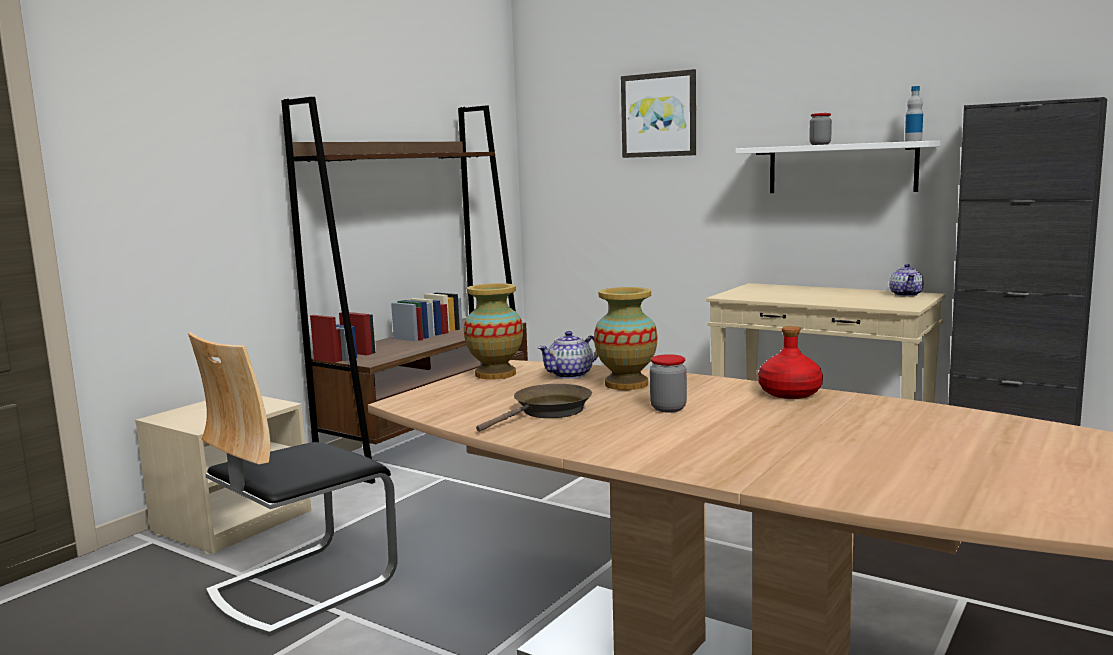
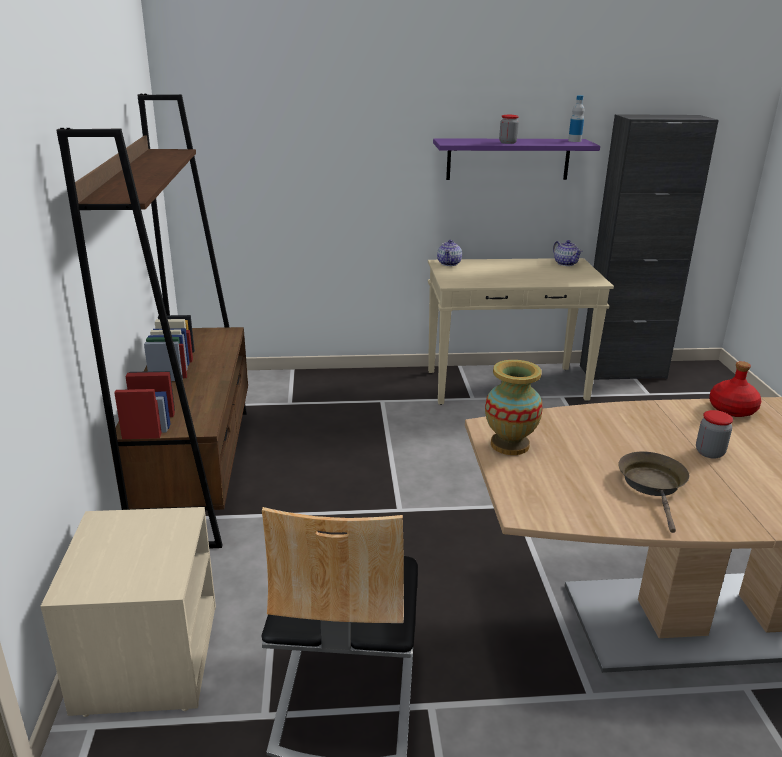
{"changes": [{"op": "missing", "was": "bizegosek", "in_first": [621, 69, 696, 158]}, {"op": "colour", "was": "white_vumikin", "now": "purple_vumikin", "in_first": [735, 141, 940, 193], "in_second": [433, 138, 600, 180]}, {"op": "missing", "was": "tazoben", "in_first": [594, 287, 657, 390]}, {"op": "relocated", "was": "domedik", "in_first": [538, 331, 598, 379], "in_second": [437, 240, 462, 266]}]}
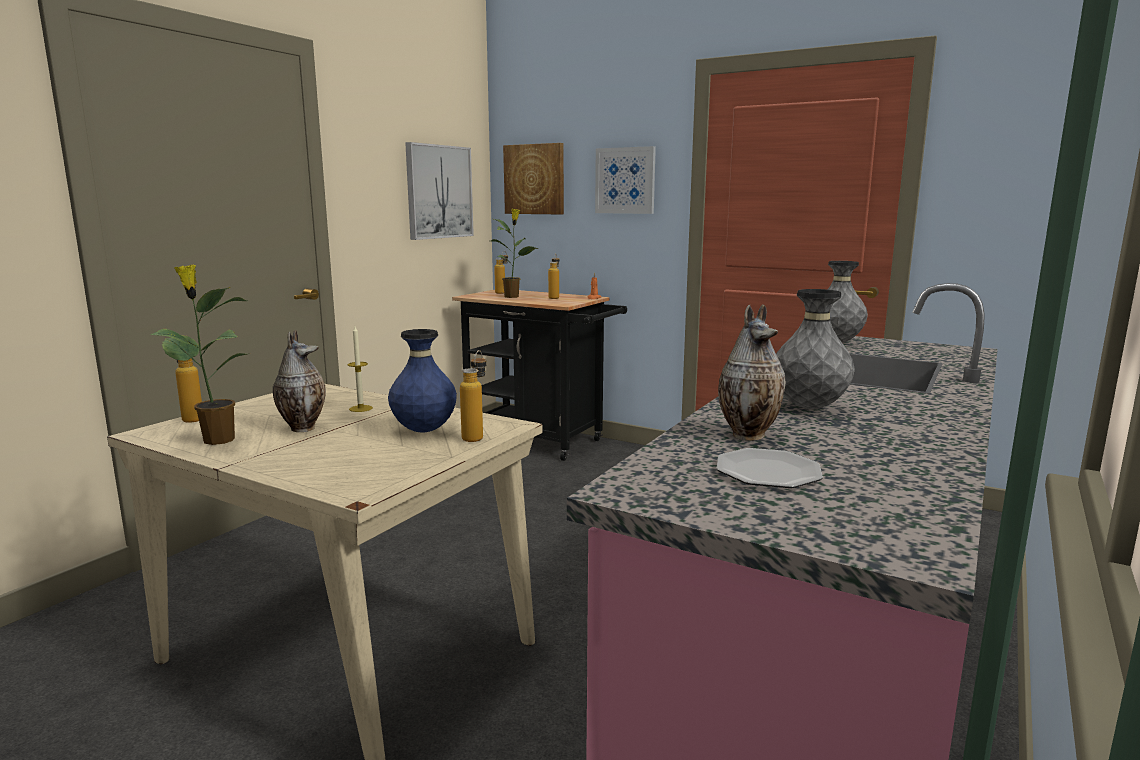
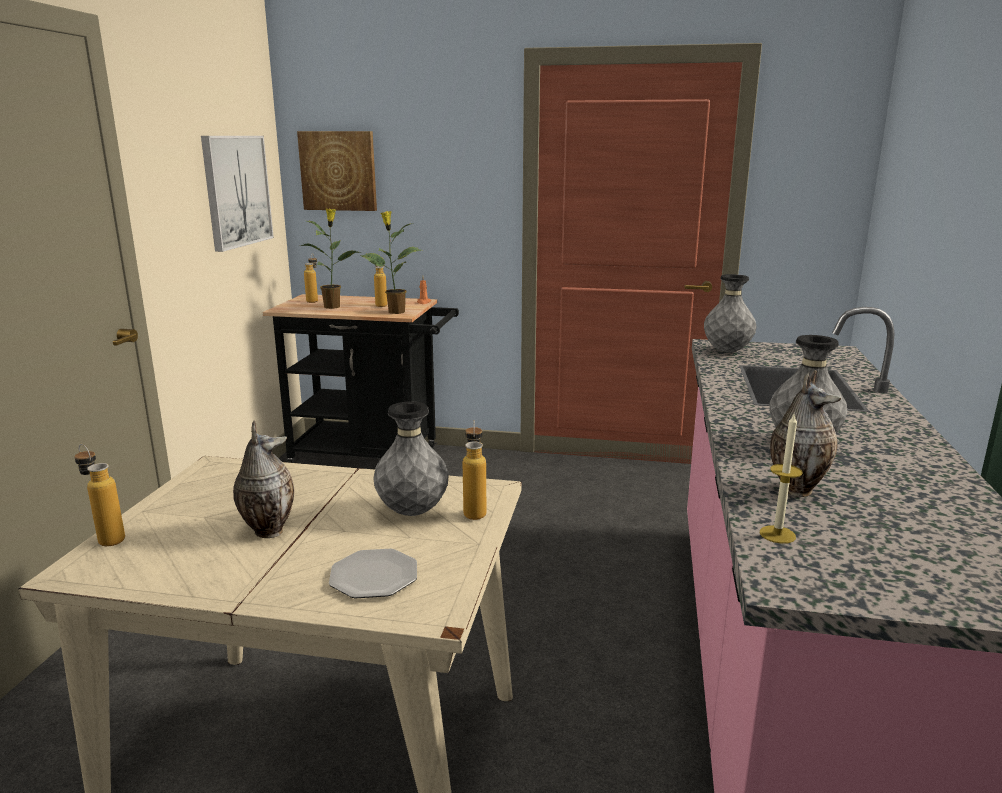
{"changes": [{"op": "missing", "was": "bizegosek", "in_first": [595, 146, 656, 214]}, {"op": "relocated", "was": "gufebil", "in_first": [150, 265, 247, 445], "in_second": [360, 211, 421, 314]}, {"op": "relocated", "was": "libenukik", "in_first": [347, 326, 373, 412], "in_second": [760, 414, 802, 544]}, {"op": "colour", "was": "blue_tazoben", "now": "grey_tazoben", "in_first": [388, 329, 457, 432], "in_second": [373, 401, 448, 516]}, {"op": "relocated", "was": "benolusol", "in_first": [717, 448, 823, 488], "in_second": [329, 549, 417, 598]}]}
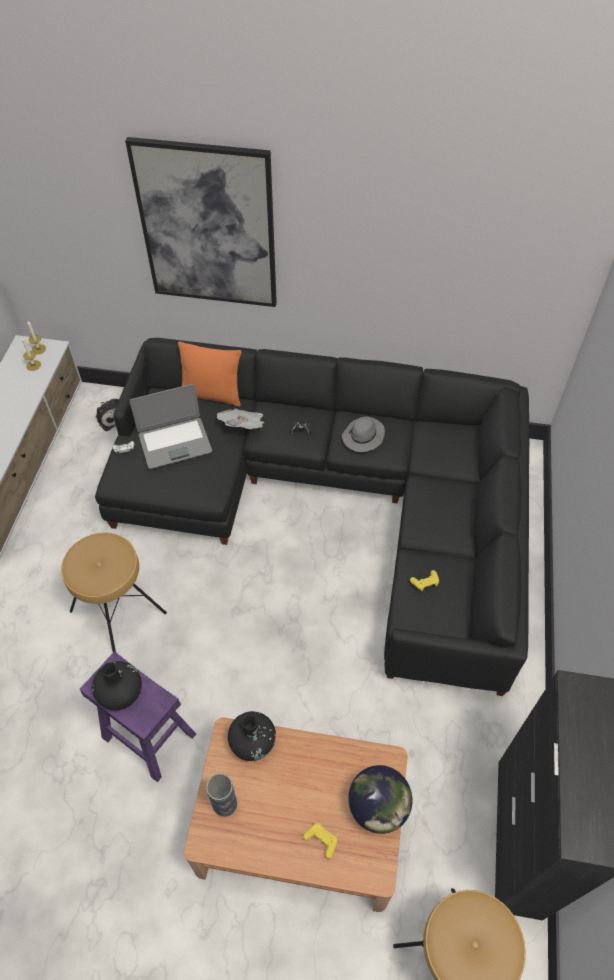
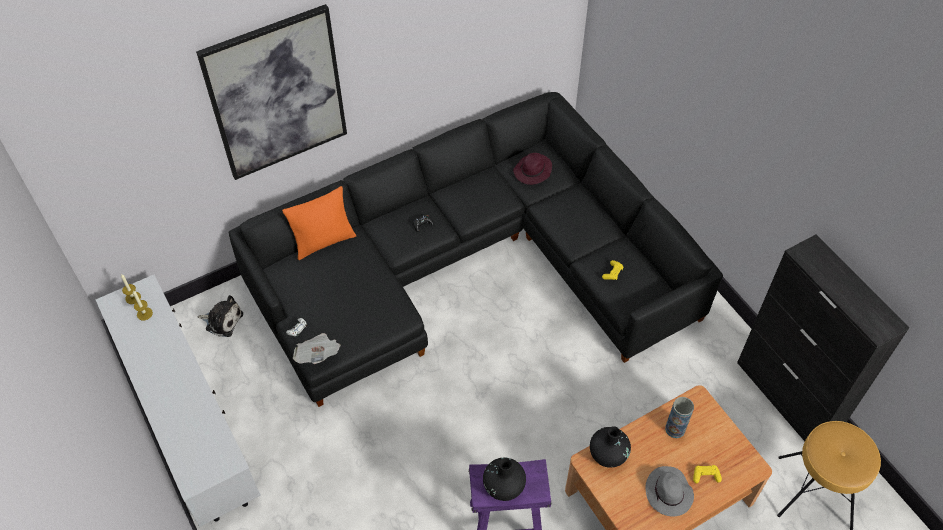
{"changes": [{"op": "missing", "was": "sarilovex", "in_first": [130, 384, 212, 469]}, {"op": "relocated", "was": "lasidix", "in_first": [217, 408, 264, 429], "in_second": [293, 333, 341, 364]}, {"op": "relocated", "was": "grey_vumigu", "in_first": [342, 417, 385, 452], "in_second": [645, 466, 694, 517]}, {"op": "missing", "was": "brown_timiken", "in_first": [61, 532, 167, 652]}, {"op": "missing", "was": "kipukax", "in_first": [348, 765, 412, 834]}, {"op": "relocated", "was": "tazoben", "in_first": [206, 773, 237, 817], "in_second": [665, 397, 694, 438]}, {"op": "appeared", "now": "purple_vumigu", "in_second": [513, 153, 552, 185]}]}
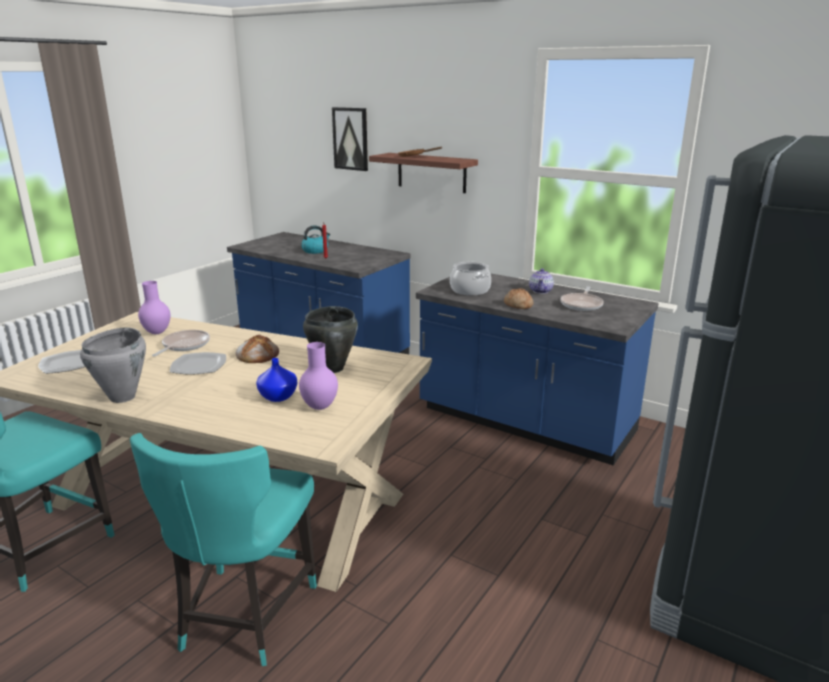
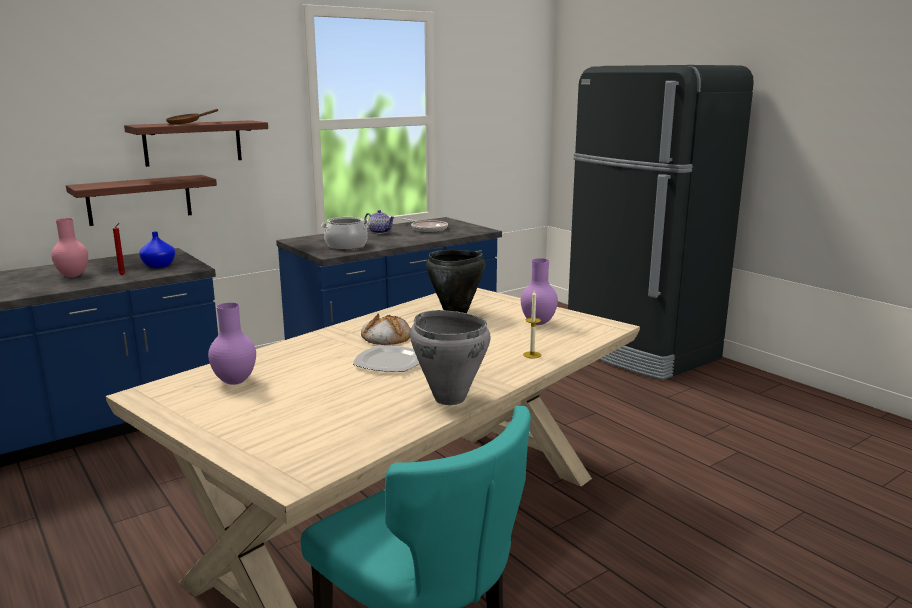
{"changes": [{"op": "missing", "was": "bizegosek", "in_first": [332, 107, 368, 171]}, {"op": "exchanged", "was": "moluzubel", "now": "pink_tazoben", "in_first": [301, 225, 330, 254], "in_second": [51, 218, 88, 277]}, {"op": "missing", "was": "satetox", "in_first": [504, 288, 533, 309]}, {"op": "missing", "was": "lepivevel", "in_first": [152, 330, 210, 356]}, {"op": "missing", "was": "benolusol", "in_first": [38, 350, 85, 374]}, {"op": "relocated", "was": "blue_tazoben", "in_first": [256, 358, 297, 402], "in_second": [139, 232, 175, 268]}, {"op": "missing", "was": "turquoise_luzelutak", "in_first": [130, 433, 317, 666]}, {"op": "appeared", "now": "vumikin", "in_second": [66, 175, 217, 226]}, {"op": "appeared", "now": "libenukik", "in_second": [523, 291, 541, 359]}]}
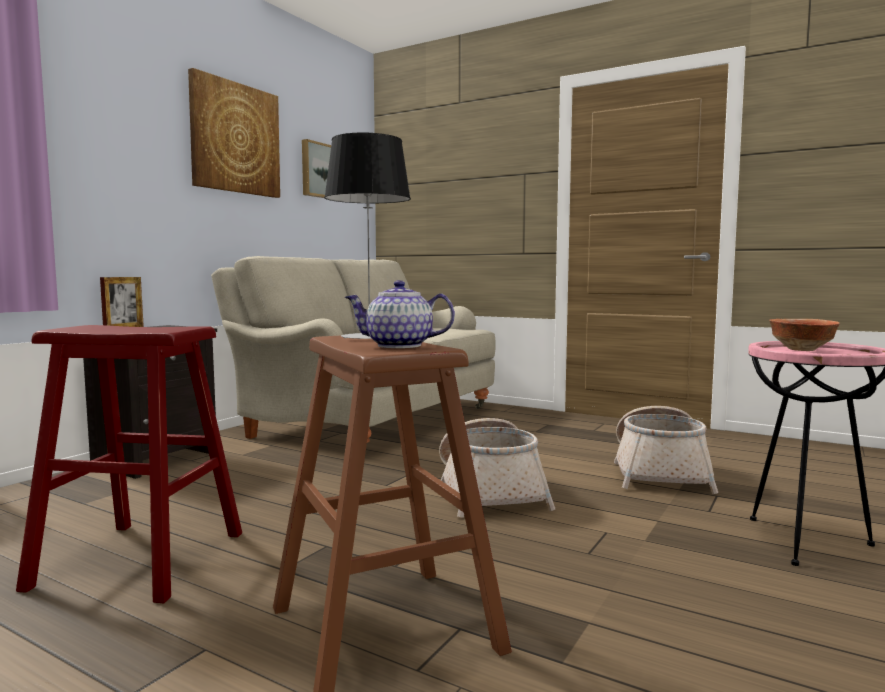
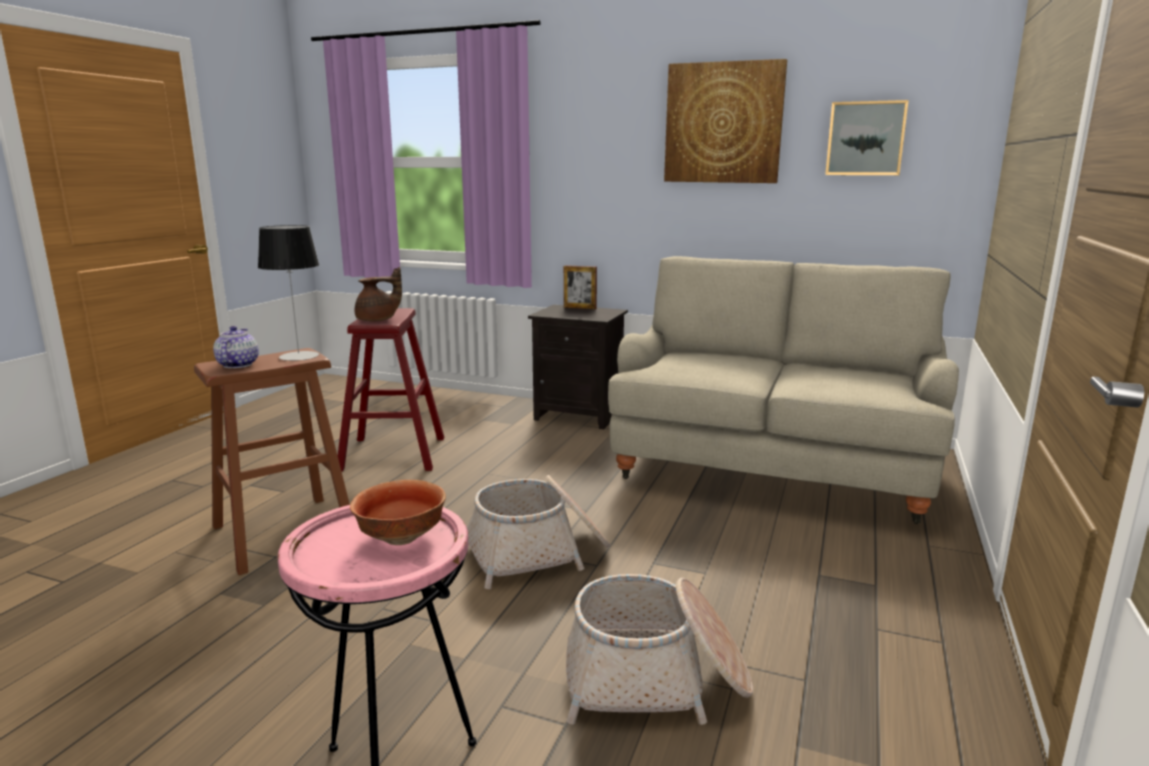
{"changes": [{"op": "appeared", "now": "brown_domedik", "in_second": [355, 267, 402, 321]}]}
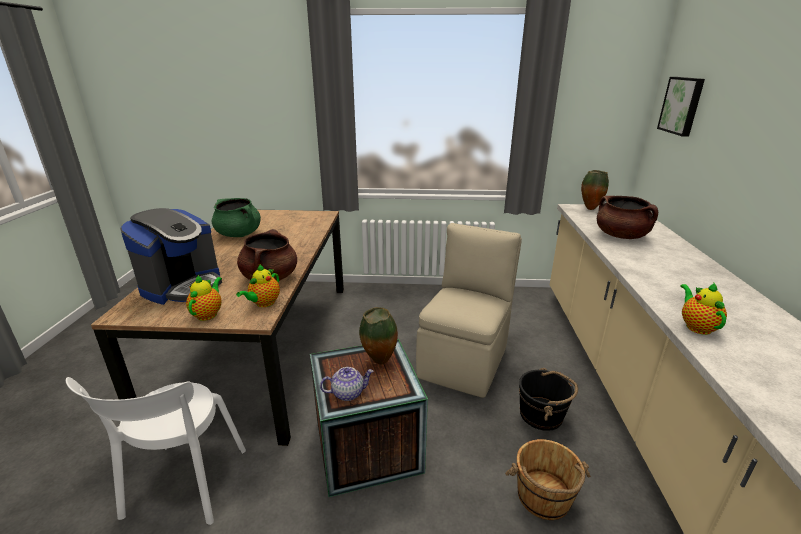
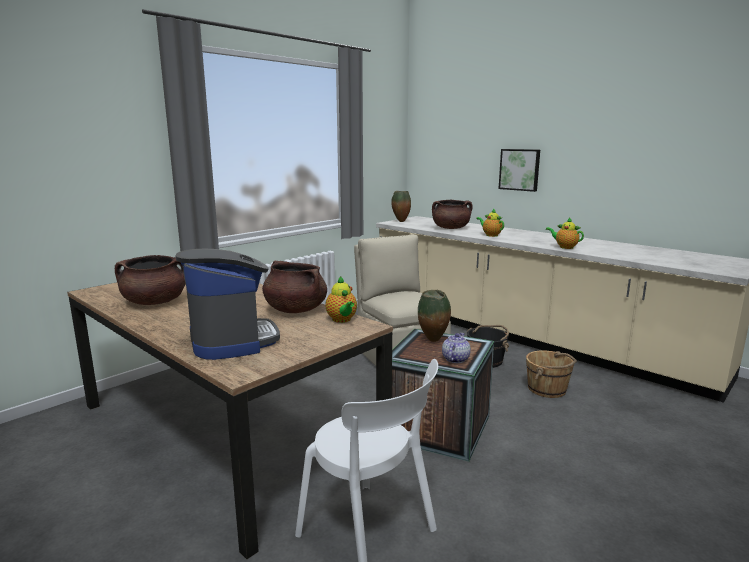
{"changes": [{"op": "relocated", "was": "bizegosek", "in_first": [657, 77, 705, 137], "in_second": [499, 149, 540, 192]}, {"op": "colour", "was": "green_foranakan", "now": "brown_foranakan", "in_first": [211, 198, 261, 237], "in_second": [115, 255, 185, 305]}, {"op": "relocated", "was": "domedik", "in_first": [186, 275, 222, 321], "in_second": [476, 208, 504, 237]}]}
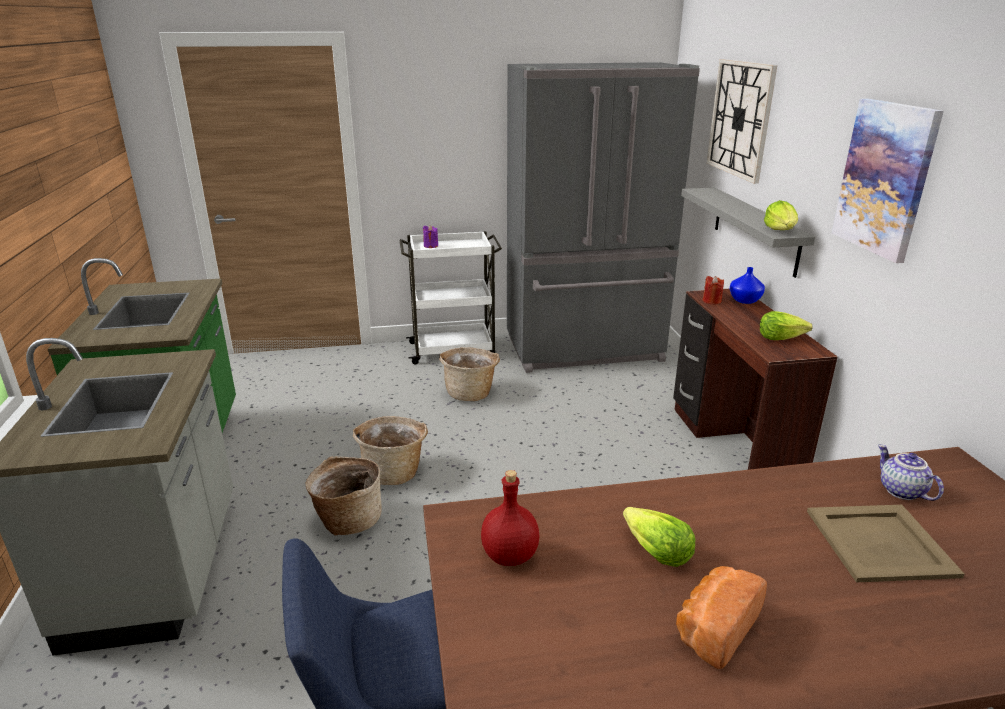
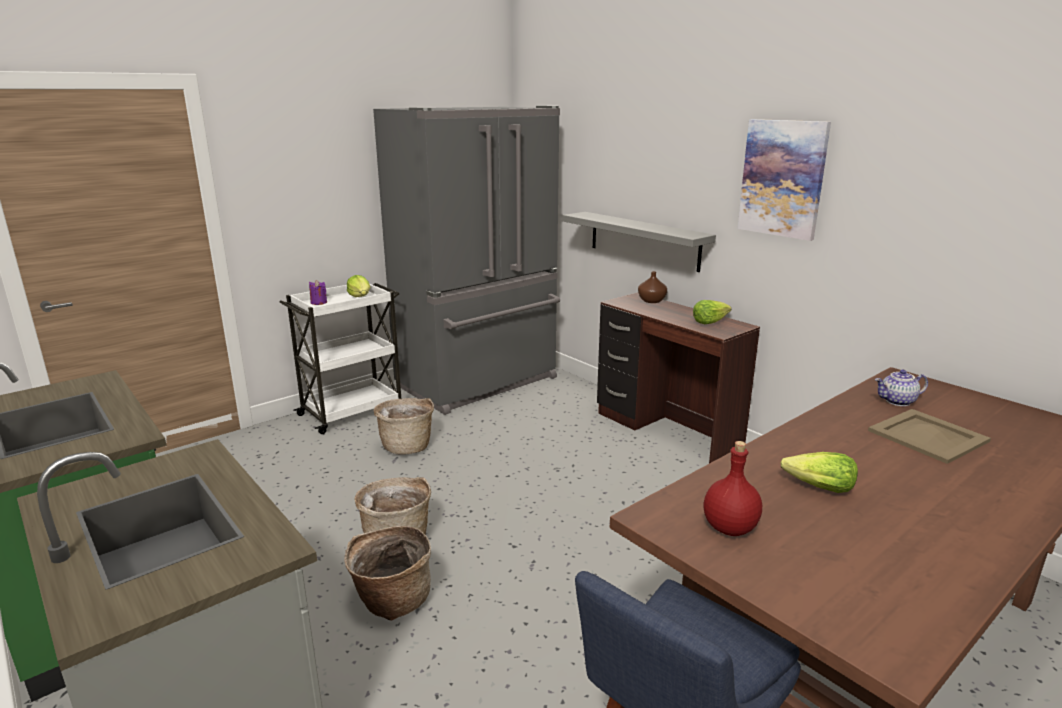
{"changes": [{"op": "missing", "was": "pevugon", "in_first": [707, 59, 777, 184]}, {"op": "relocated", "was": "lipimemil", "in_first": [764, 200, 798, 230], "in_second": [347, 275, 370, 297]}, {"op": "colour", "was": "blue_tazoben", "now": "brown_tazoben", "in_first": [730, 267, 765, 304], "in_second": [638, 271, 667, 303]}, {"op": "missing", "was": "red_libenukik", "in_first": [703, 276, 724, 305]}, {"op": "spun", "was": "domedik", "in_first": [878, 445, 944, 501], "in_second": [875, 370, 928, 406], "clockwise": -45}, {"op": "missing", "was": "satetox", "in_first": [676, 566, 767, 669]}]}
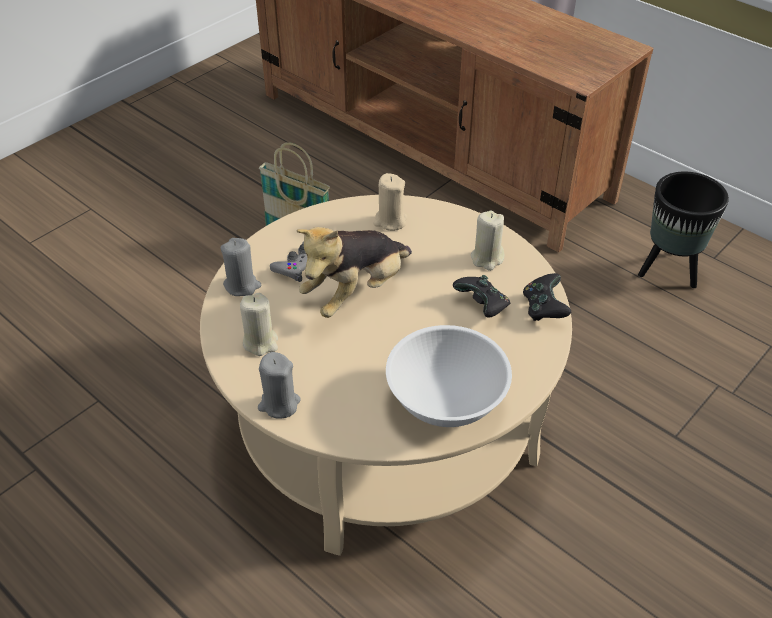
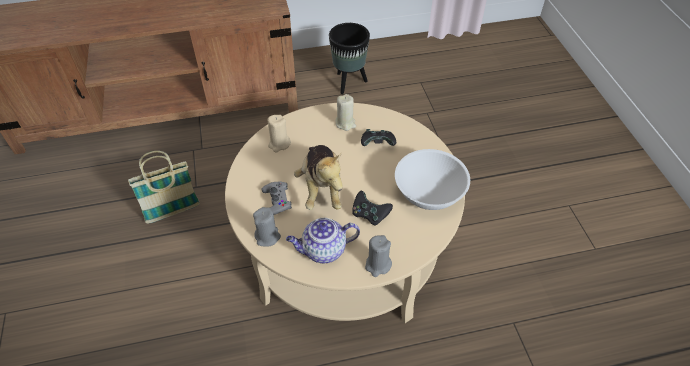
{"changes": [{"op": "relocated", "was": "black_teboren", "in_first": [523, 273, 571, 321], "in_second": [352, 191, 393, 225]}, {"op": "exchanged", "was": "beige_libenukik", "now": "domedik", "in_first": [240, 293, 278, 356], "in_second": [286, 218, 360, 263]}]}
